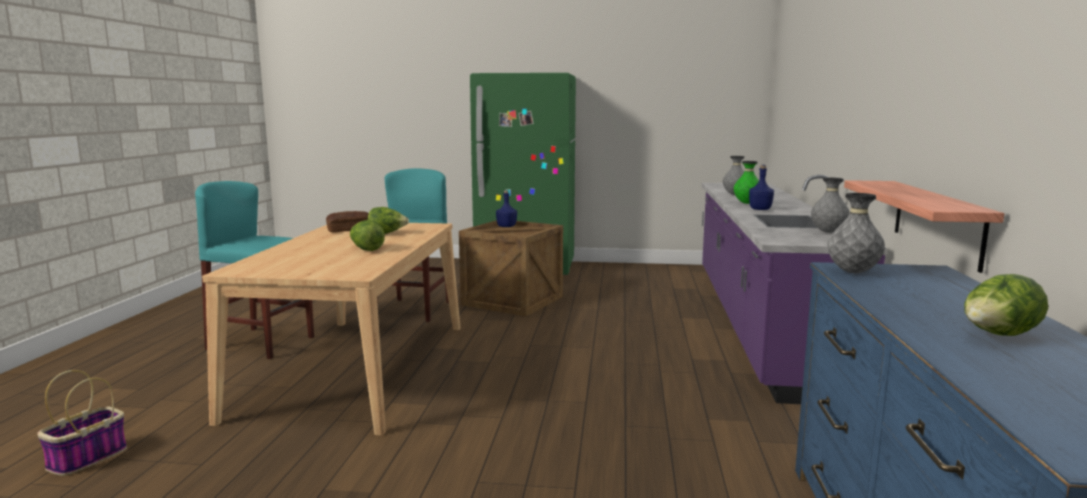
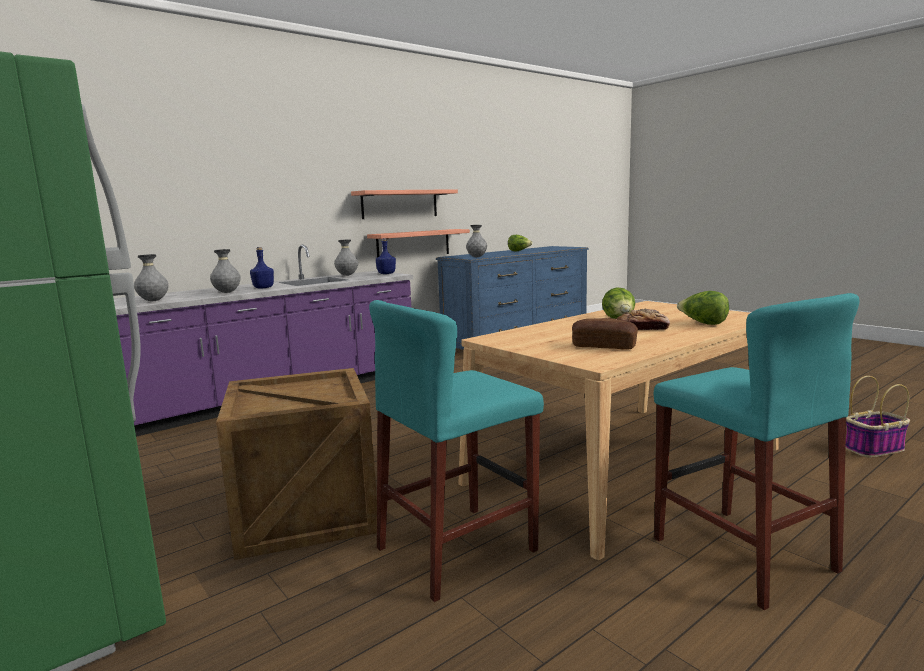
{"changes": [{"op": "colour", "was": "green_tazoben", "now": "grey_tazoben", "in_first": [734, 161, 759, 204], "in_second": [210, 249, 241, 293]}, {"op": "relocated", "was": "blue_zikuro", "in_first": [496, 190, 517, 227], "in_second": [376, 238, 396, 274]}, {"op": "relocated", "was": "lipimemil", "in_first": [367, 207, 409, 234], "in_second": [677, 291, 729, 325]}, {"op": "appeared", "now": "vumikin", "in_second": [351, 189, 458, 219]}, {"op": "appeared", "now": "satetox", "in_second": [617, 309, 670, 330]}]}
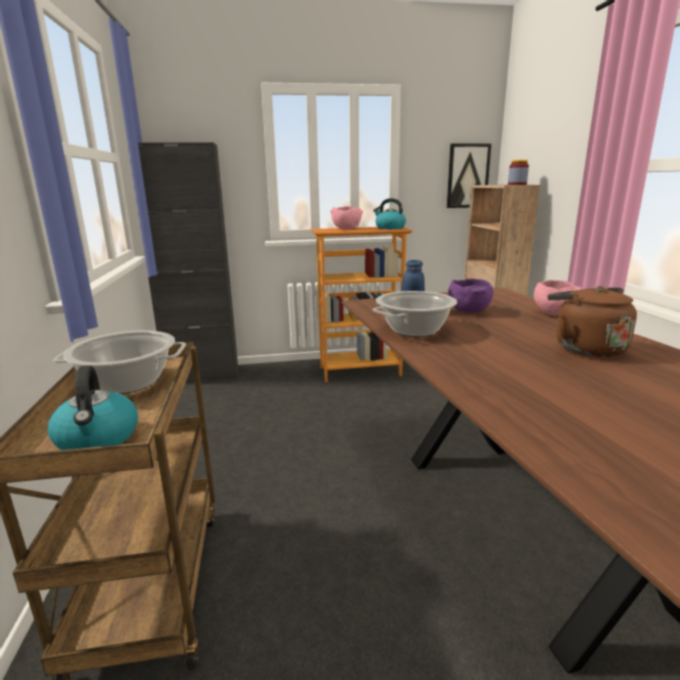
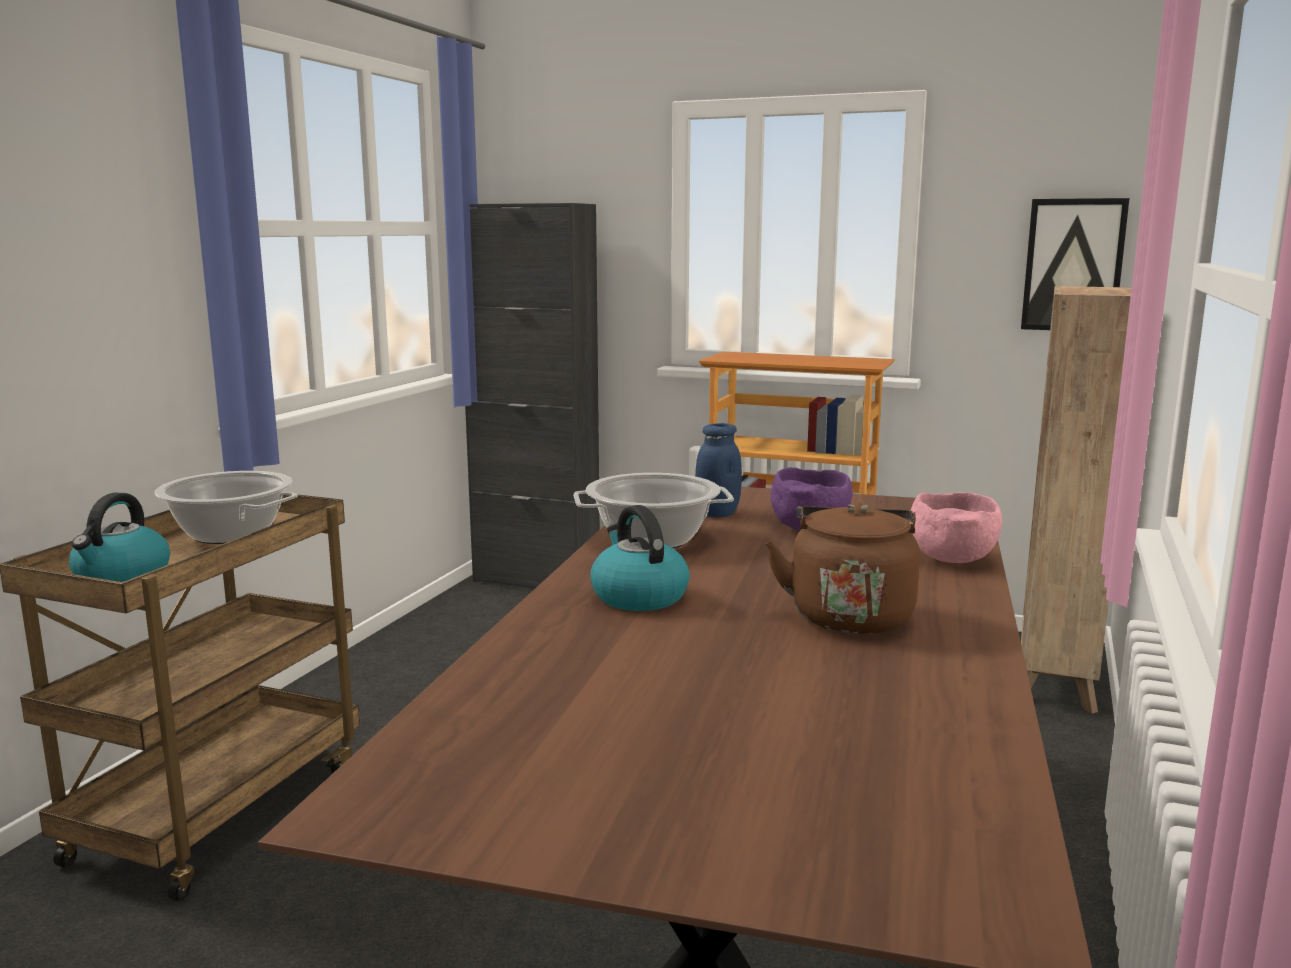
{"changes": [{"op": "missing", "was": "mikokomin", "in_first": [508, 160, 529, 185]}, {"op": "relocated", "was": "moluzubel", "in_first": [373, 198, 406, 229], "in_second": [591, 505, 690, 611]}, {"op": "missing", "was": "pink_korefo", "in_first": [330, 206, 363, 230]}]}
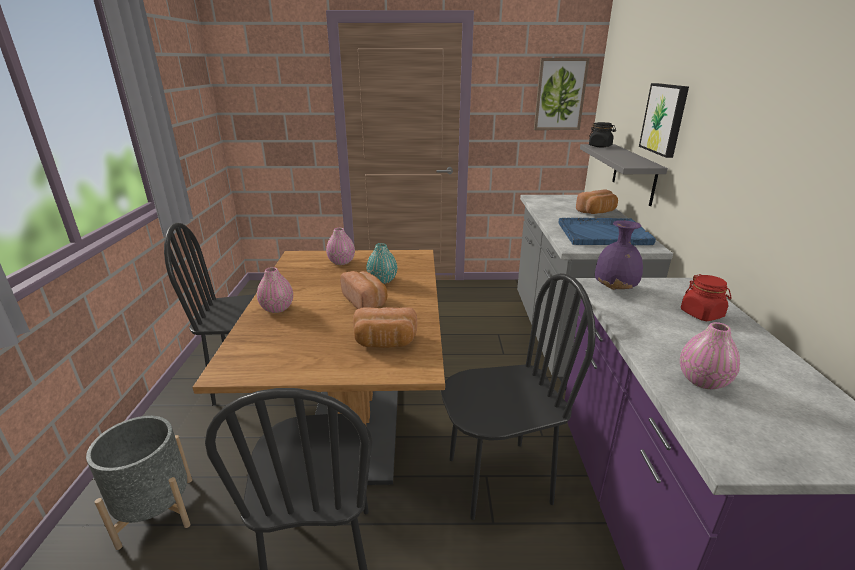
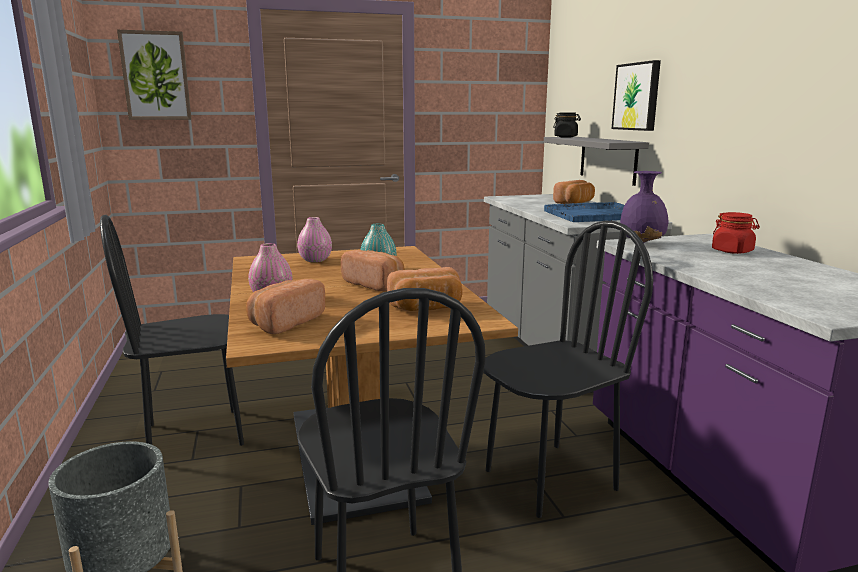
{"changes": [{"op": "relocated", "was": "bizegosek", "in_first": [534, 58, 590, 130], "in_second": [117, 30, 192, 120]}, {"op": "missing", "was": "pink_tazoben", "in_first": [680, 322, 740, 389]}, {"op": "appeared", "now": "satetox", "in_second": [246, 279, 325, 334]}]}
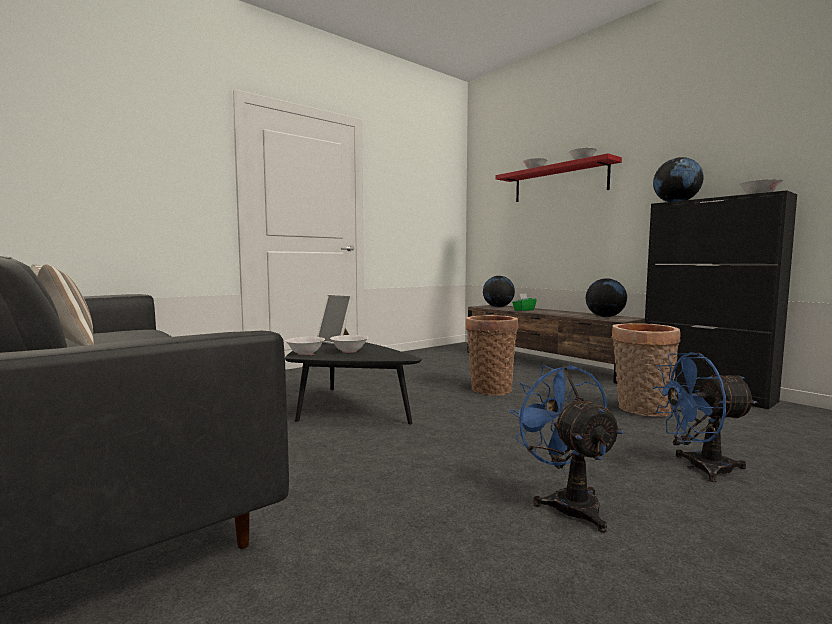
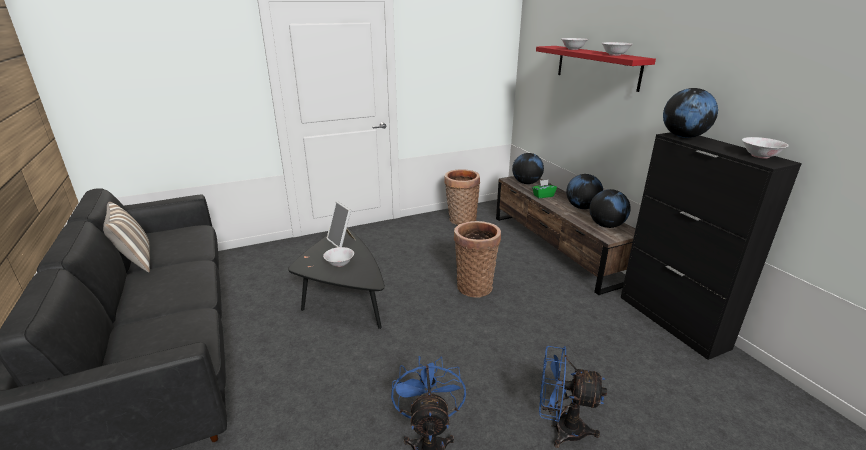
{"changes": [{"op": "relocated", "was": "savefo", "in_first": [611, 323, 681, 417], "in_second": [444, 170, 480, 225]}, {"op": "missing", "was": "white_korefo", "in_first": [285, 337, 325, 355]}, {"op": "appeared", "now": "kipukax", "in_second": [566, 174, 603, 209]}]}
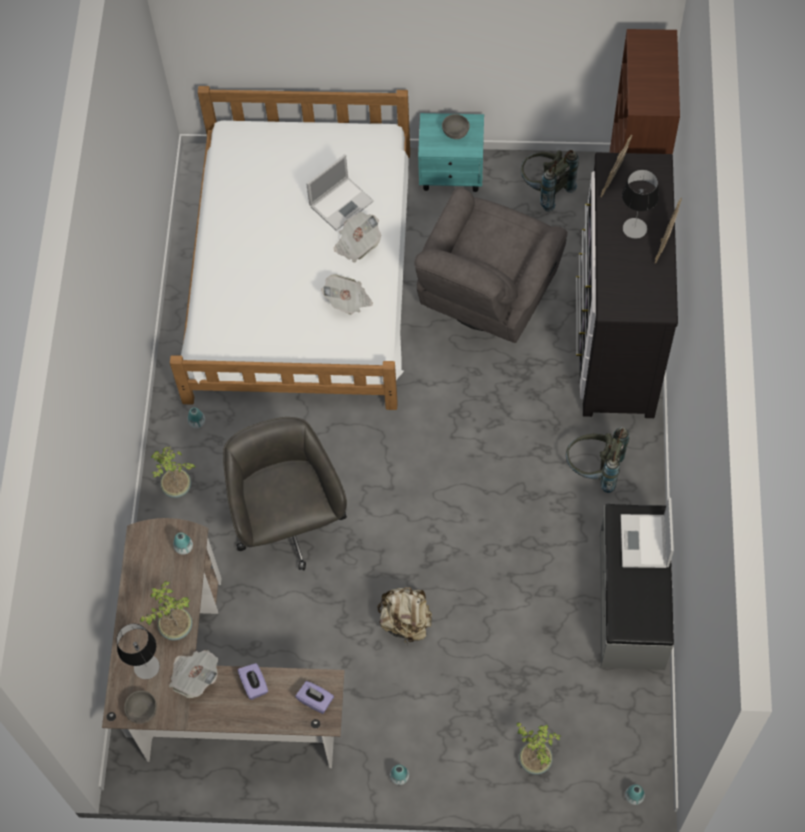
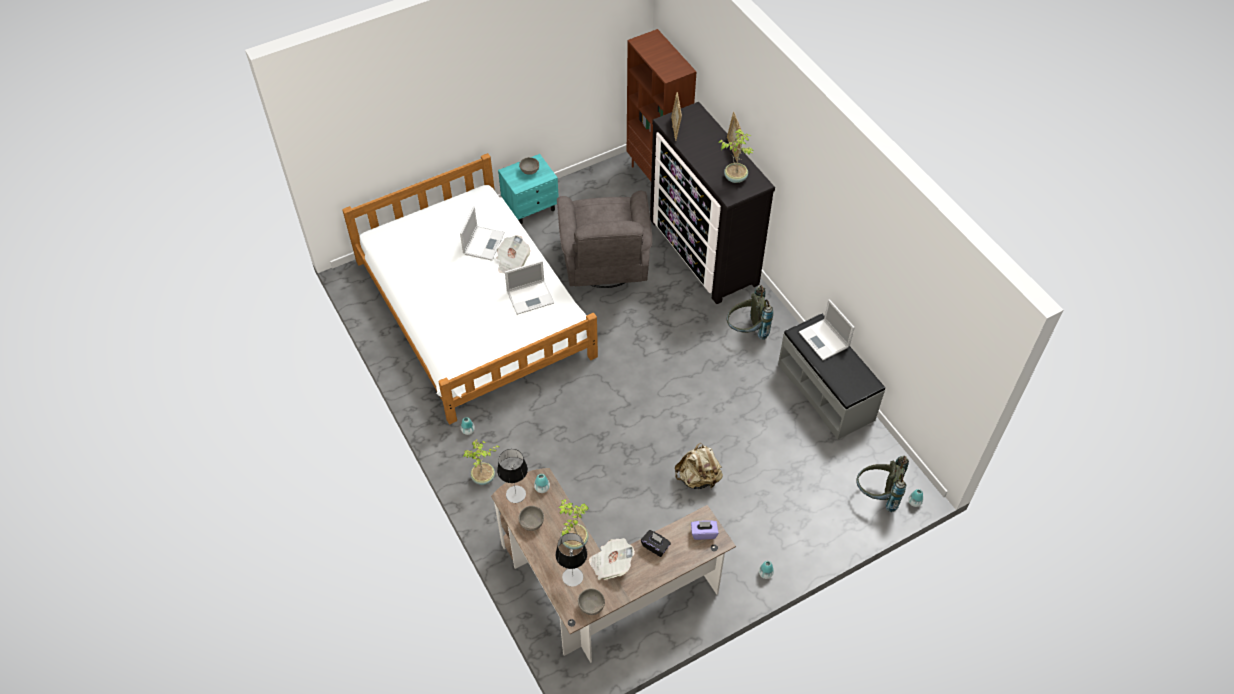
{"changes": [{"op": "relocated", "was": "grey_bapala", "in_first": [521, 150, 579, 212], "in_second": [856, 455, 909, 512]}, {"op": "relocated", "was": "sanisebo", "in_first": [622, 169, 659, 239], "in_second": [497, 449, 528, 503]}, {"op": "exchanged", "was": "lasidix", "now": "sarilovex", "in_first": [321, 274, 373, 315], "in_second": [505, 261, 554, 315]}, {"op": "missing", "was": "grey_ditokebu", "in_first": [223, 417, 347, 570]}, {"op": "colour", "was": "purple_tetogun", "now": "black_tetogun", "in_first": [238, 663, 268, 700], "in_second": [641, 530, 671, 557]}, {"op": "relocated", "was": "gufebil", "in_first": [516, 723, 561, 775], "in_second": [718, 129, 753, 183]}, {"op": "appeared", "now": "grey_korefo", "in_second": [519, 506, 544, 531]}]}
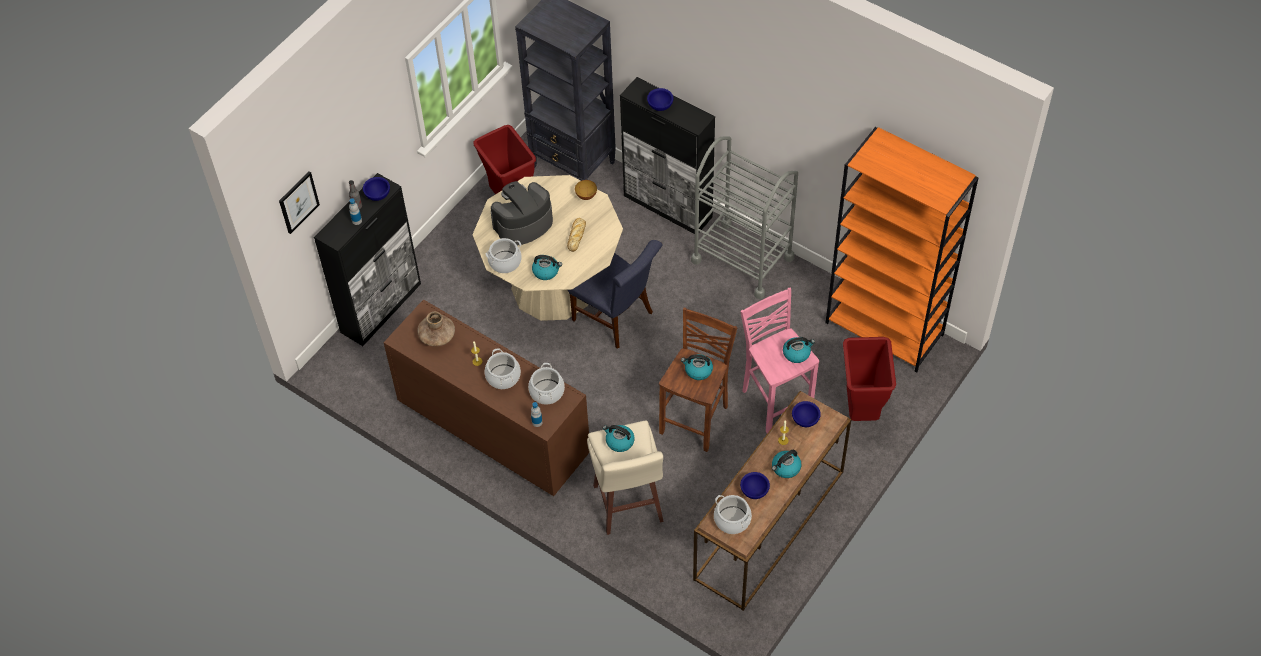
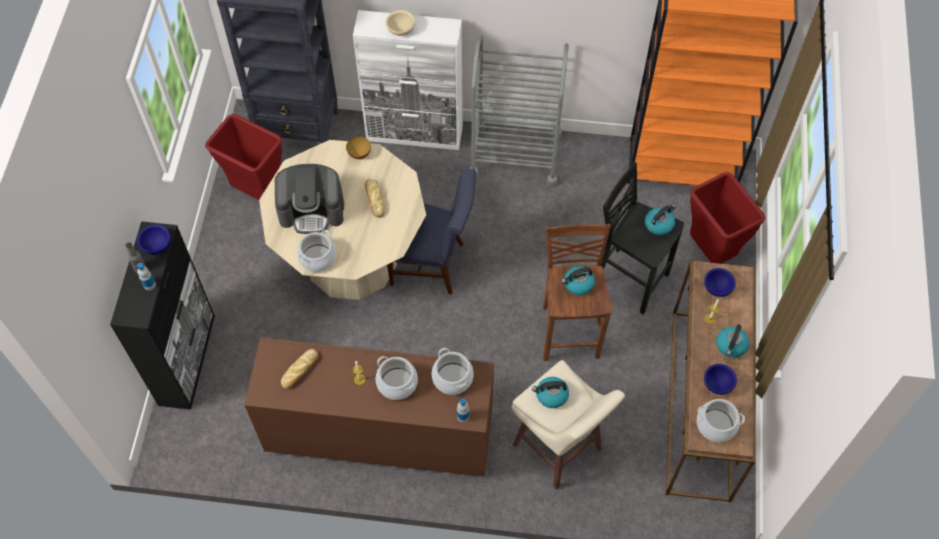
{"changes": [{"op": "colour", "was": "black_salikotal", "now": "white_salikotal", "in_first": [620, 77, 715, 234], "in_second": [353, 10, 463, 150]}, {"op": "colour", "was": "blue_korefo", "now": "beige_korefo", "in_first": [647, 88, 674, 111], "in_second": [386, 10, 415, 36]}, {"op": "missing", "was": "bizegosek", "in_first": [279, 171, 320, 234]}, {"op": "spun", "was": "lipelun", "in_first": [491, 181, 553, 246], "in_second": [275, 164, 344, 234], "clockwise": -120}, {"op": "missing", "was": "moluzubel", "in_first": [532, 255, 562, 280]}, {"op": "colour", "was": "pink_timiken", "now": "black_timiken", "in_first": [740, 288, 819, 434], "in_second": [601, 161, 684, 314]}, {"op": "exchanged", "was": "brown_tazoben", "now": "satetox", "in_first": [417, 311, 455, 346], "in_second": [281, 349, 319, 389]}]}
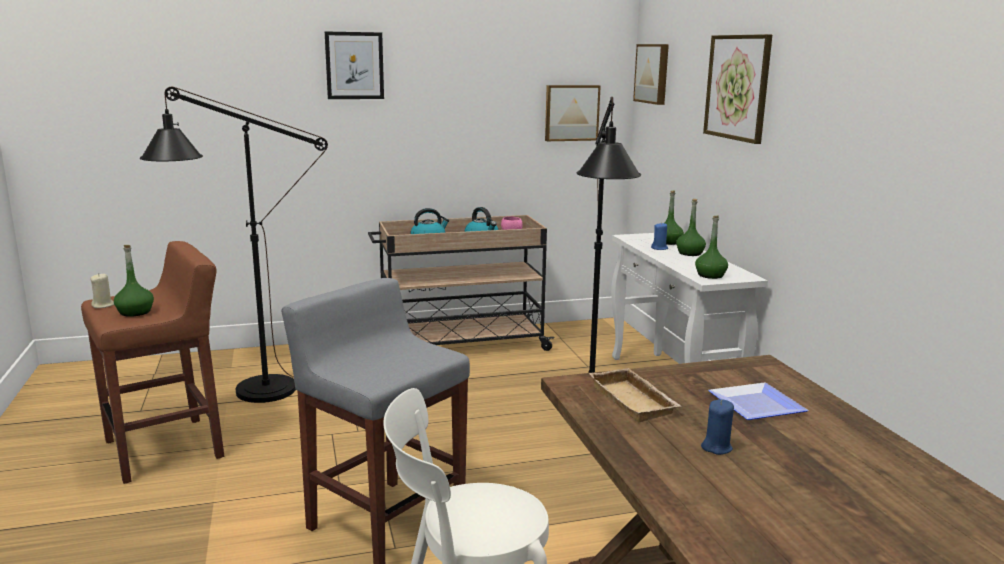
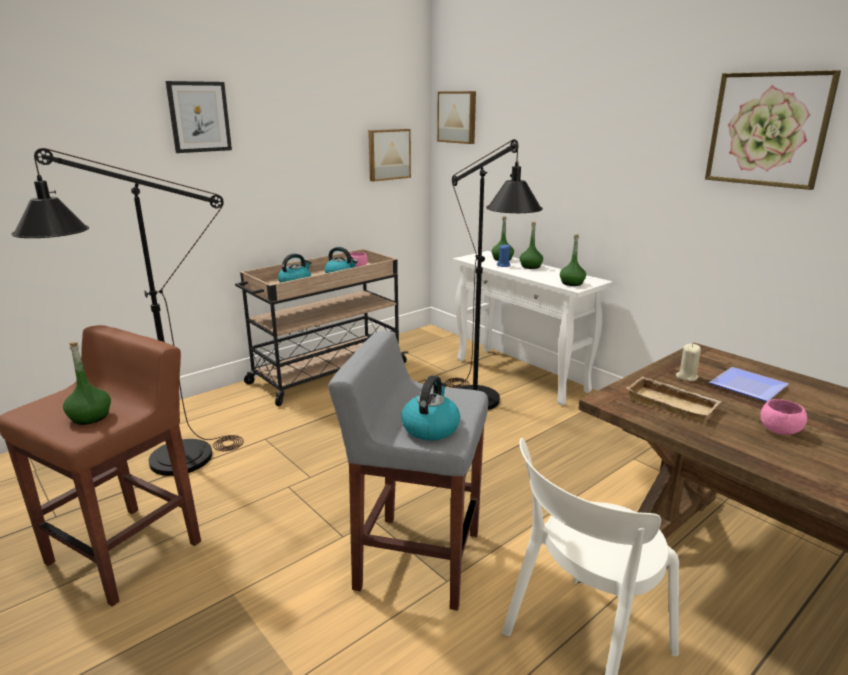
{"changes": [{"op": "relocated", "was": "bizegosek", "in_first": [703, 34, 772, 144], "in_second": [705, 70, 841, 190]}, {"op": "relocated", "was": "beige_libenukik", "in_first": [90, 273, 114, 308], "in_second": [676, 344, 701, 381]}, {"op": "exchanged", "was": "blue_libenukik", "now": "pink_korefo", "in_first": [701, 399, 734, 455], "in_second": [760, 399, 807, 435]}, {"op": "appeared", "now": "moluzubel", "in_second": [401, 375, 460, 440]}]}
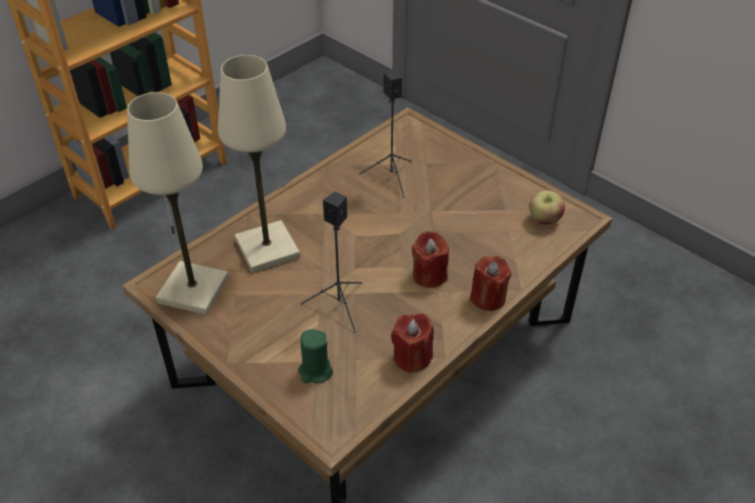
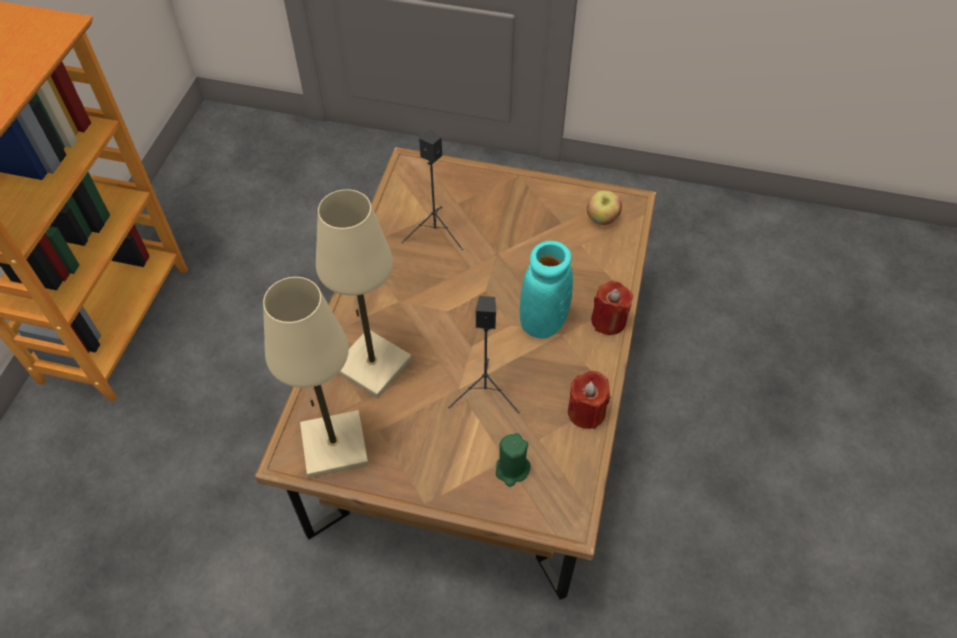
{"changes": [{"op": "exchanged", "was": "red_libenukik", "now": "turquoise_tazoben", "in_first": [412, 231, 449, 288], "in_second": [520, 241, 573, 339]}]}
